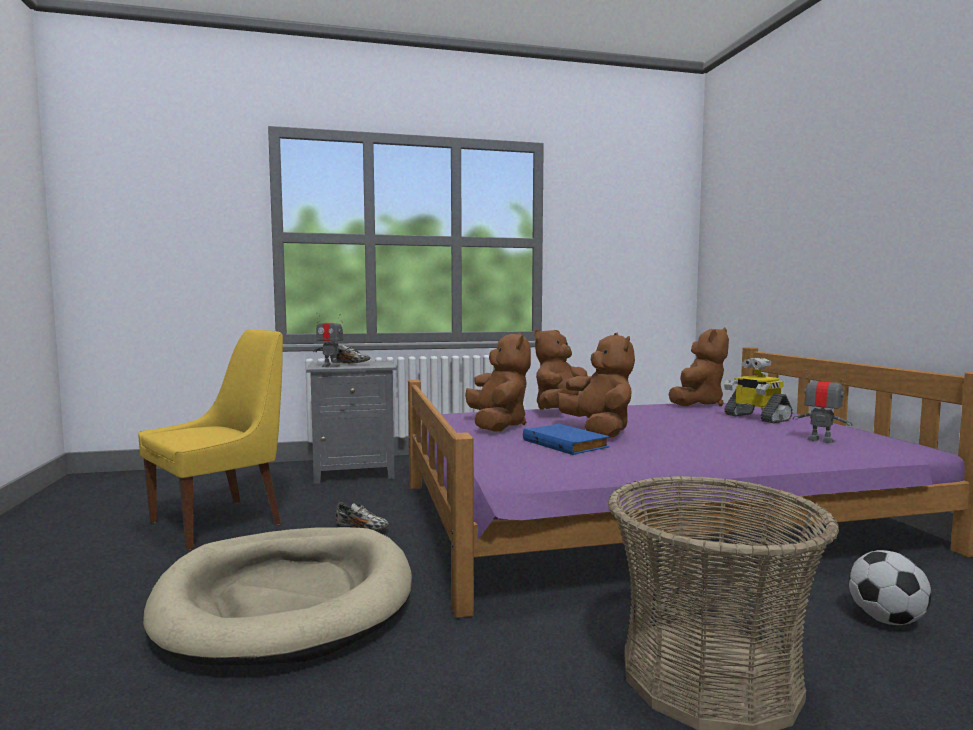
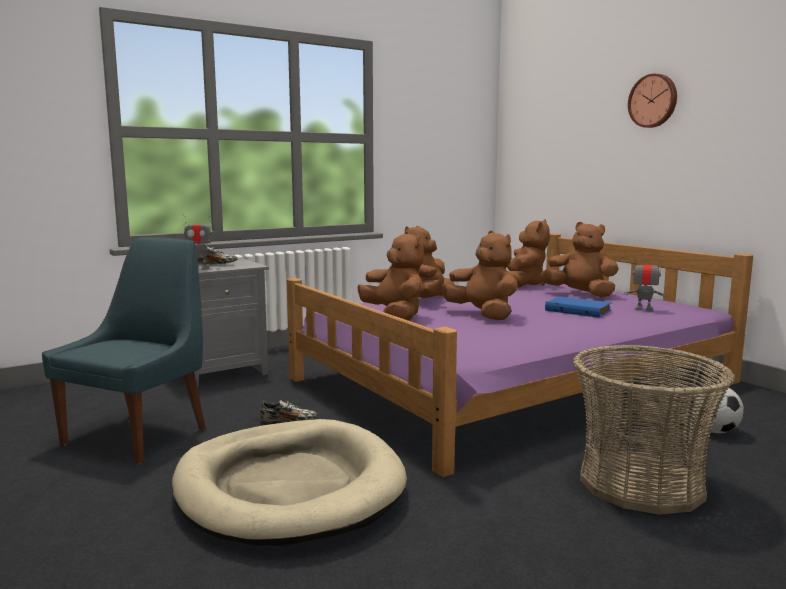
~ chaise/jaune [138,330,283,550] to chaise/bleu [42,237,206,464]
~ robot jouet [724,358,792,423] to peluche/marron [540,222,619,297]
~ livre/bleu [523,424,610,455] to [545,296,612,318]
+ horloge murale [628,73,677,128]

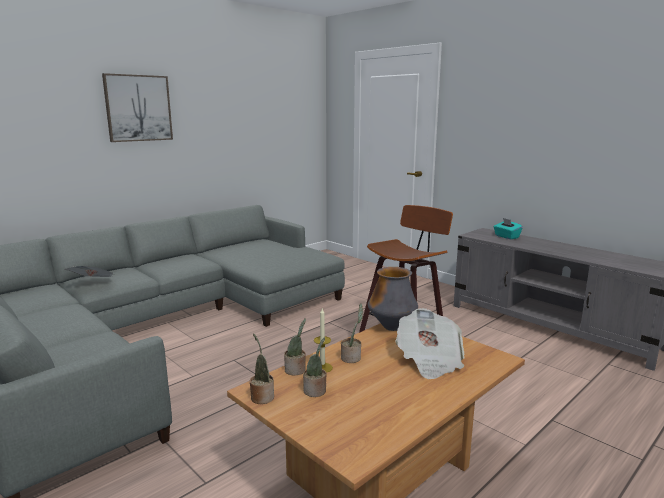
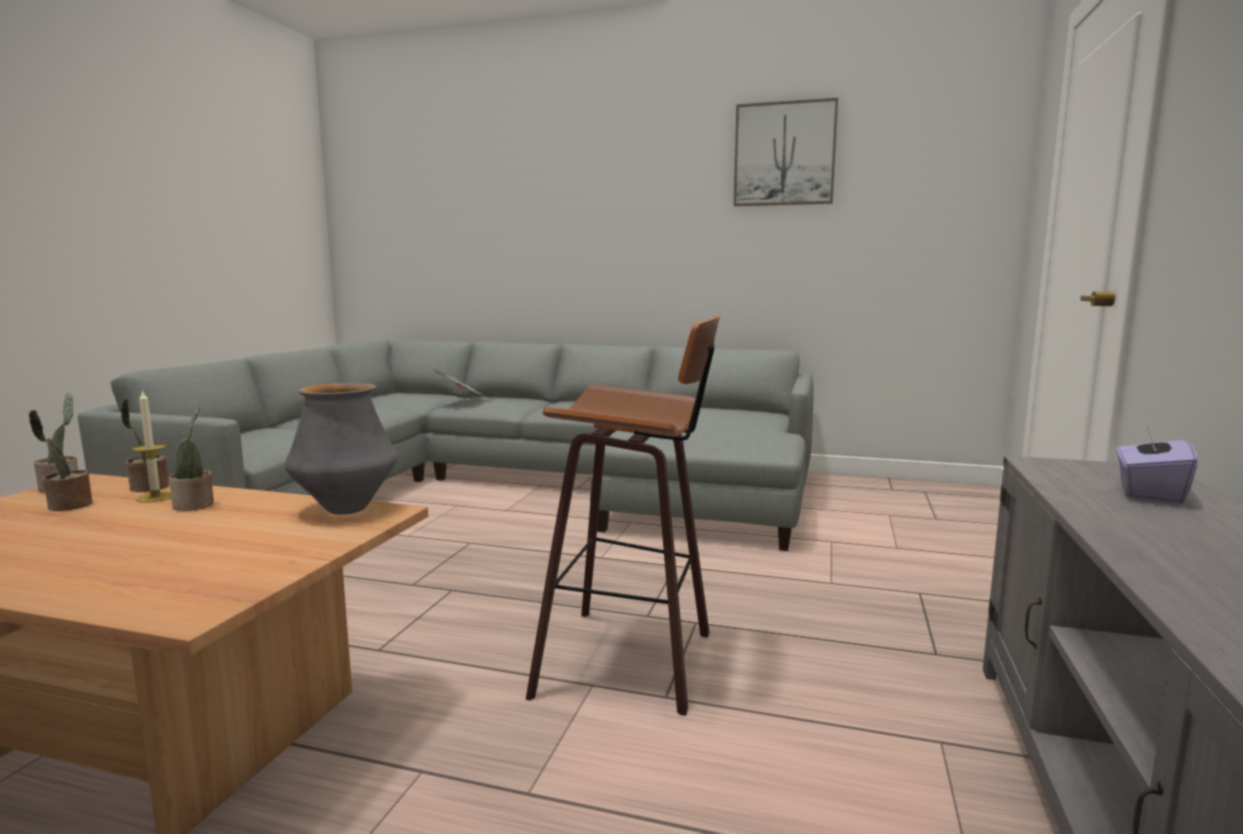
~ tableau [102,73,173,142] to [734,98,838,206]
~ boîte à mouchoirs/turquoise [494,218,523,239] to boîte à mouchoirs/violet [1117,423,1198,505]
- journal [396,308,464,379]

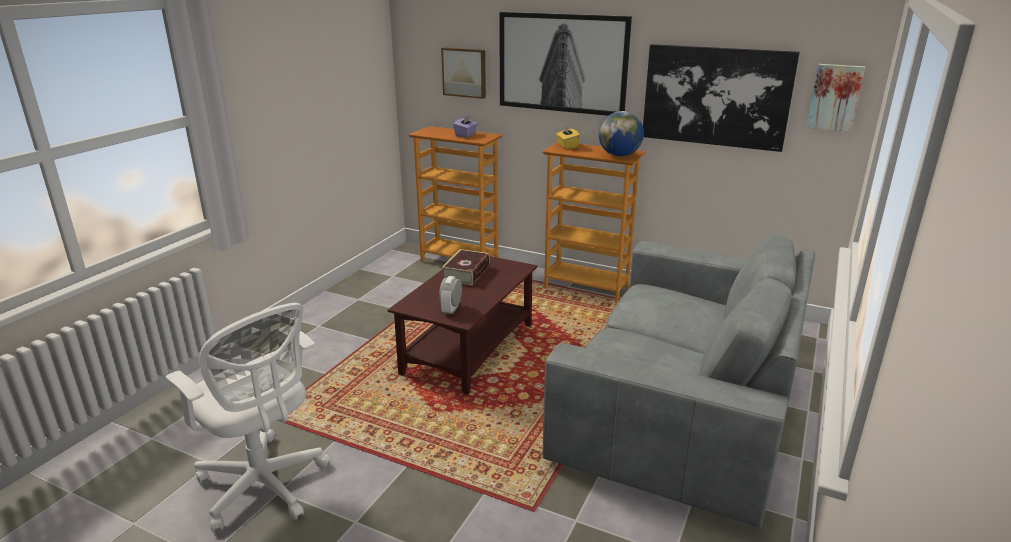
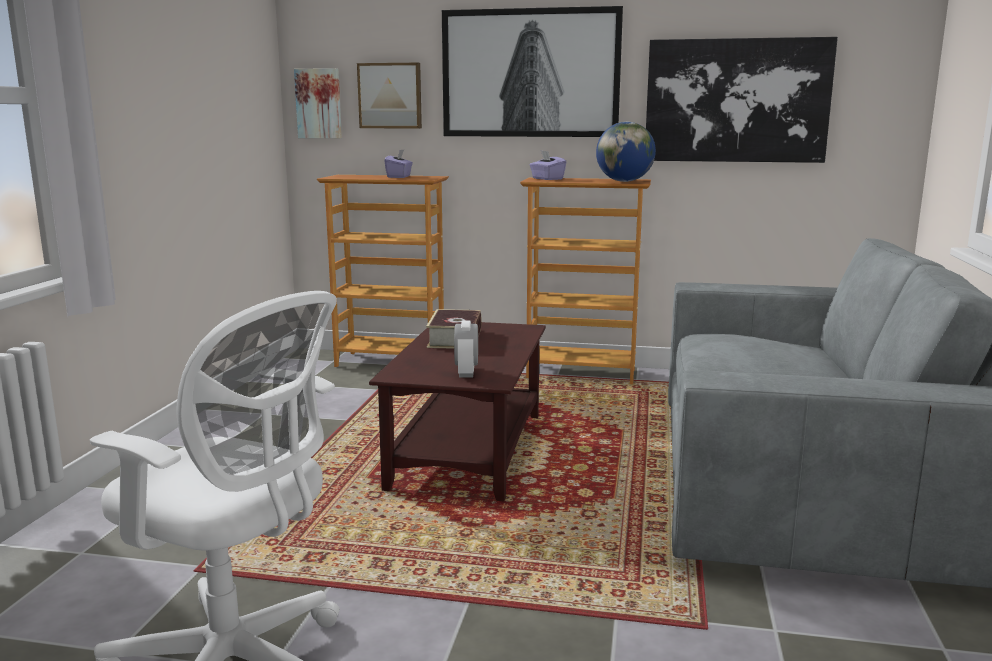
~ tableau [807,64,865,132] to [294,68,342,138]
~ boîte à mouchoirs/jaune [556,125,580,149] to boîte à mouchoirs/violet [529,151,566,180]

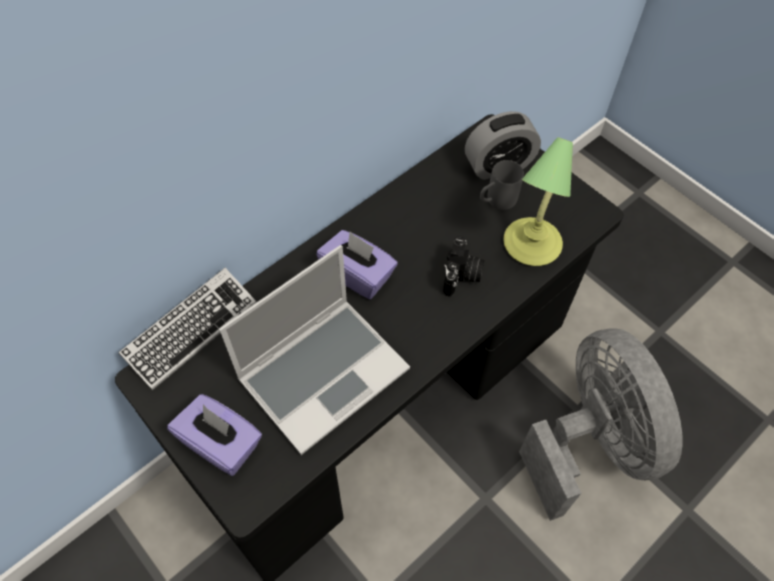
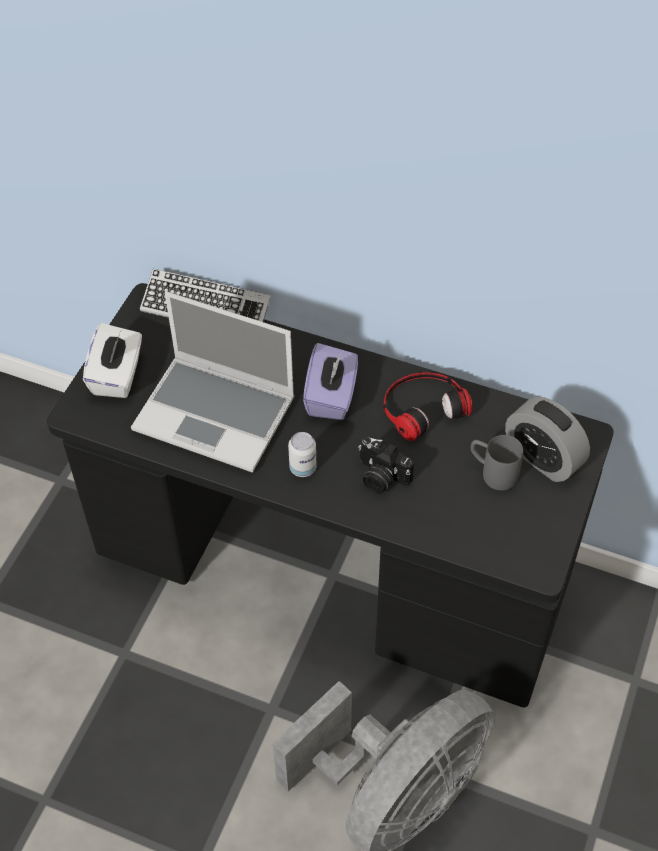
~ boîte à mouchoirs/violet [167,394,262,476] to boîte à mouchoirs/blanc [83,323,142,398]
+ boîte métallique [288,432,316,477]
~ appareil photo [443,236,484,297] = [358,437,414,494] 45 degrees clockwise
+ casque audio [383,372,473,441]
- lampe de table [503,137,573,266]

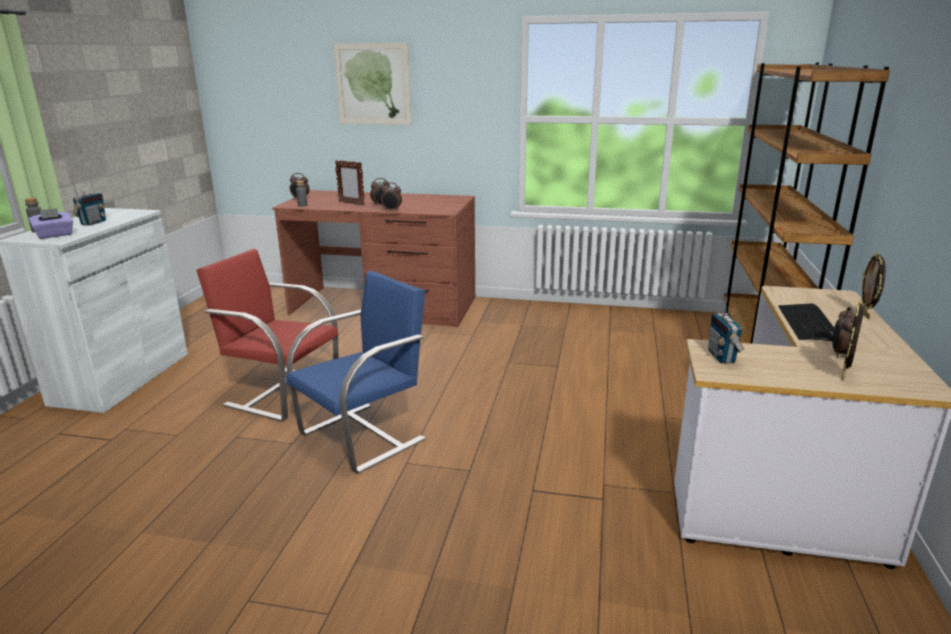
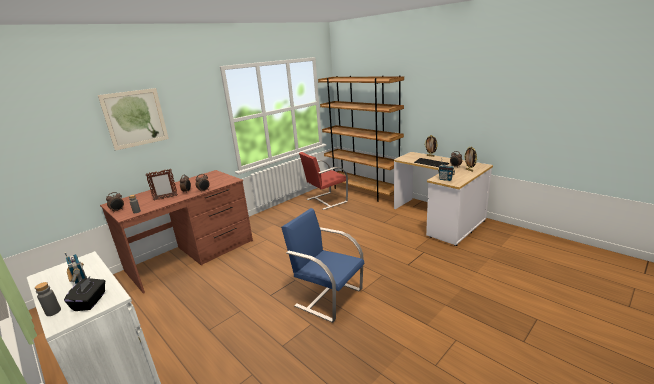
~ boîte à mouchoirs/violet [28,208,73,239] to boîte à mouchoirs/noir [64,276,105,311]
~ chaise/bleu [286,271,426,474] = [281,208,364,323] 45 degrees counterclockwise
~ chaise/rouge [196,249,339,422] to [299,152,348,210]

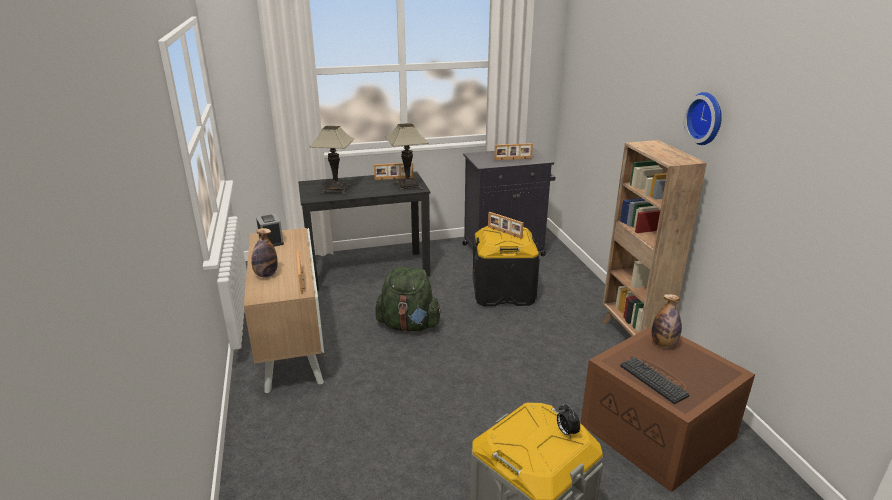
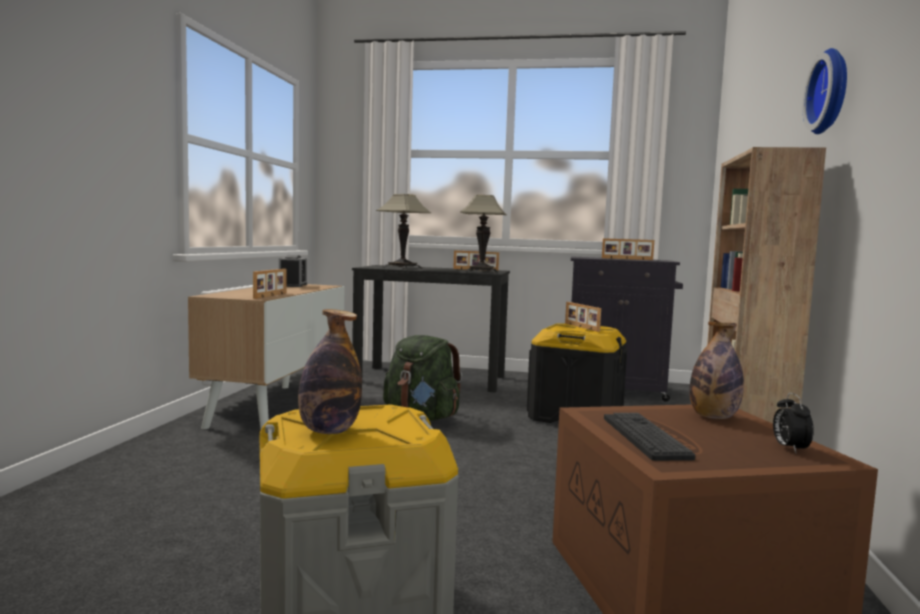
~ bouteille [251,228,278,277] to [298,309,362,434]
~ réveil [557,404,580,438] to [773,393,814,453]

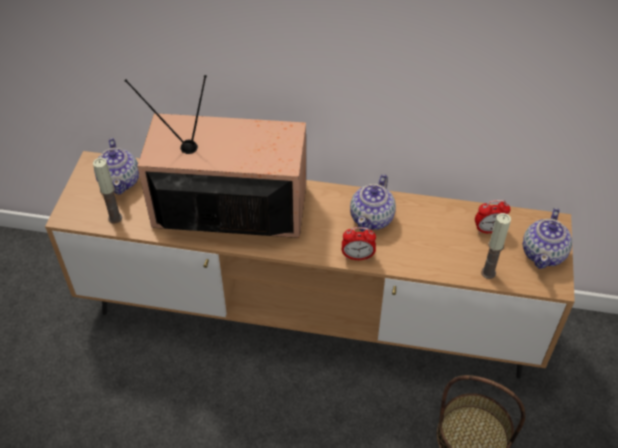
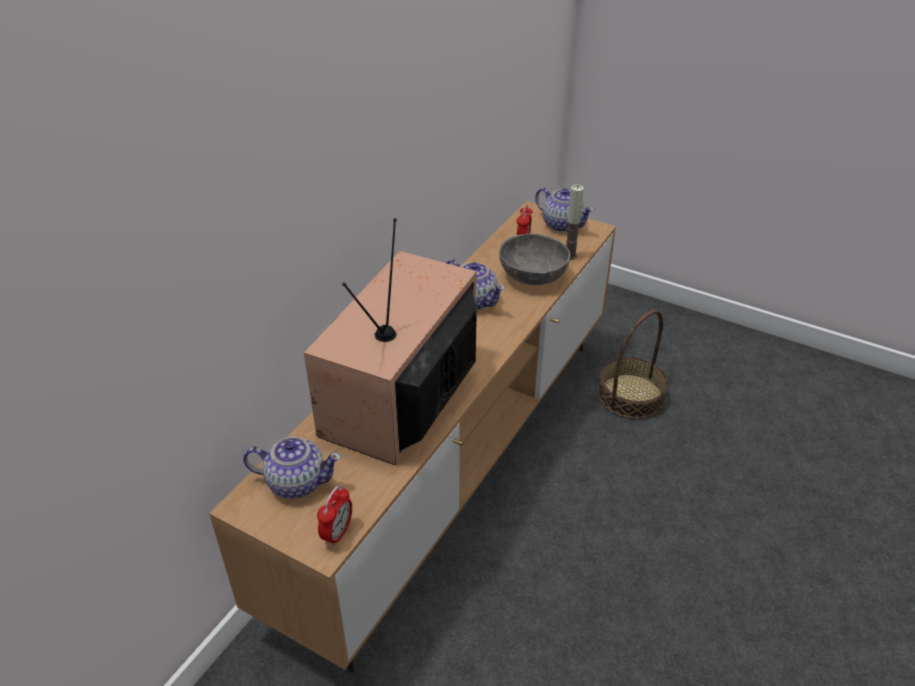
~ réveil [342,227,376,260] to [317,485,352,547]
+ bol/gris [499,234,570,285]
- bougie [93,158,122,223]

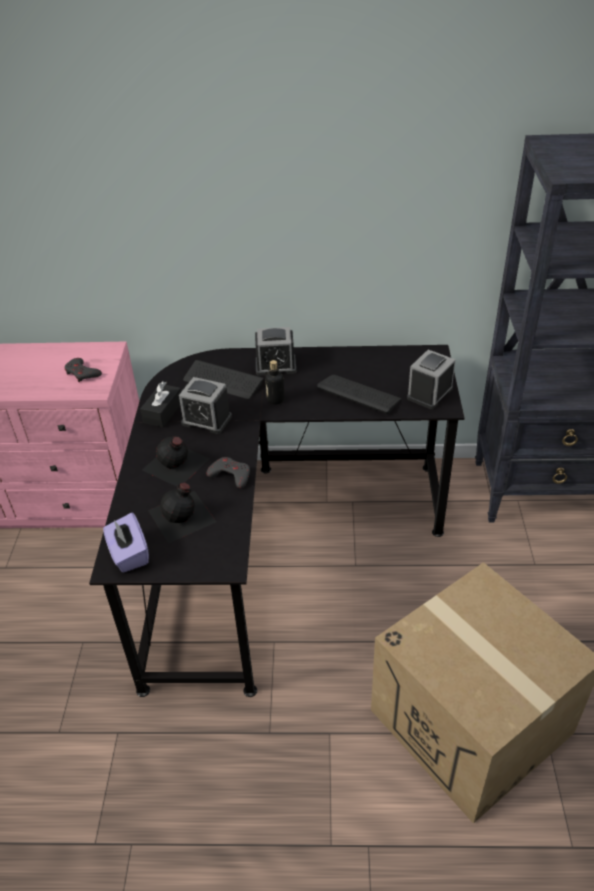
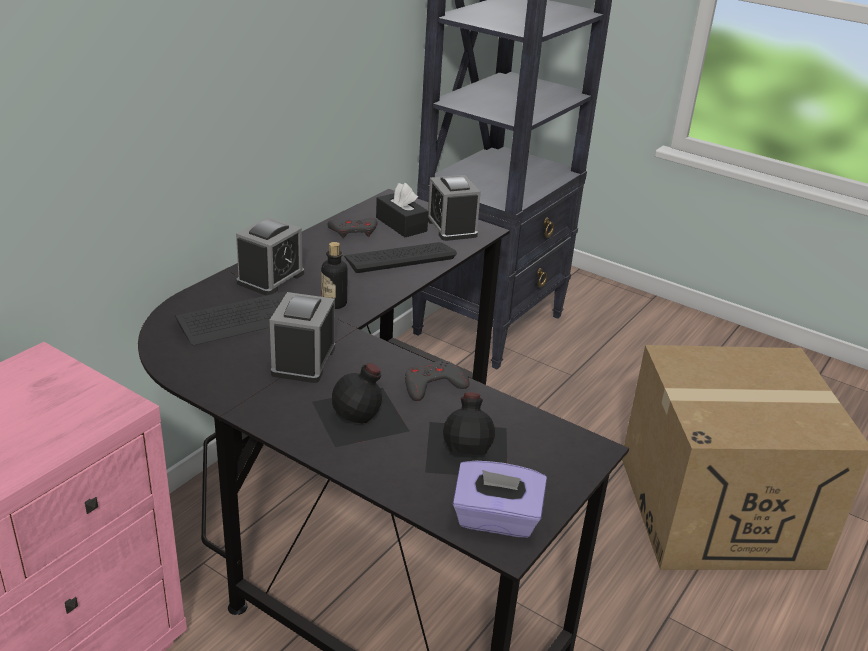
~ réveil [179,377,232,434] = [270,292,335,383] 135 degrees clockwise
~ manette/gris [65,358,102,382] to [328,218,378,239]
~ boîte à mouchoirs/noir [140,381,181,427] to [376,183,429,237]

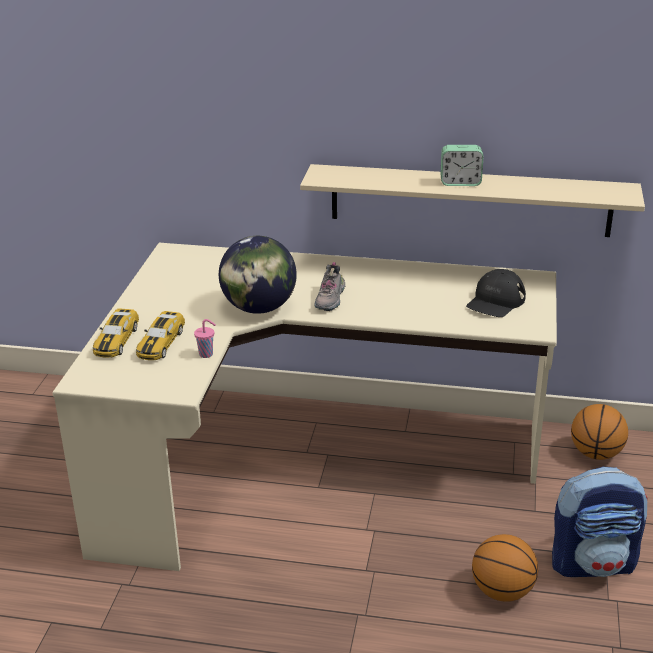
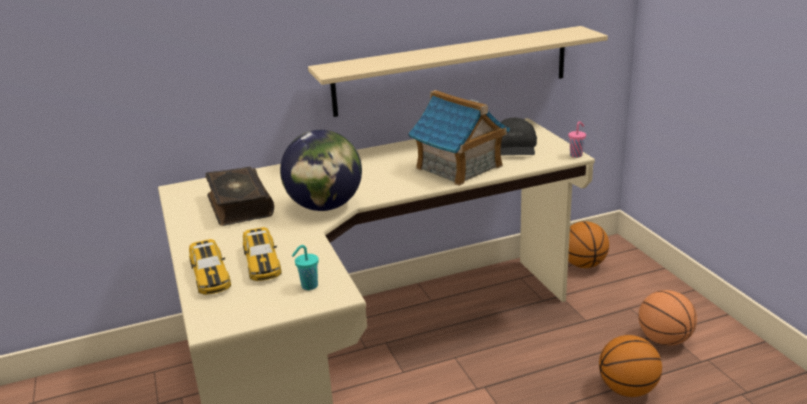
+ livre [205,167,274,226]
+ tasse/turquoise [292,245,319,290]
+ maison miniature [408,90,510,186]
~ tasse/rose [194,319,216,358] to [568,121,586,158]
~ sac à dos [552,467,648,577] to ballon de basket [638,290,697,345]
- chaussure [314,262,345,311]
- réveil [441,145,483,186]

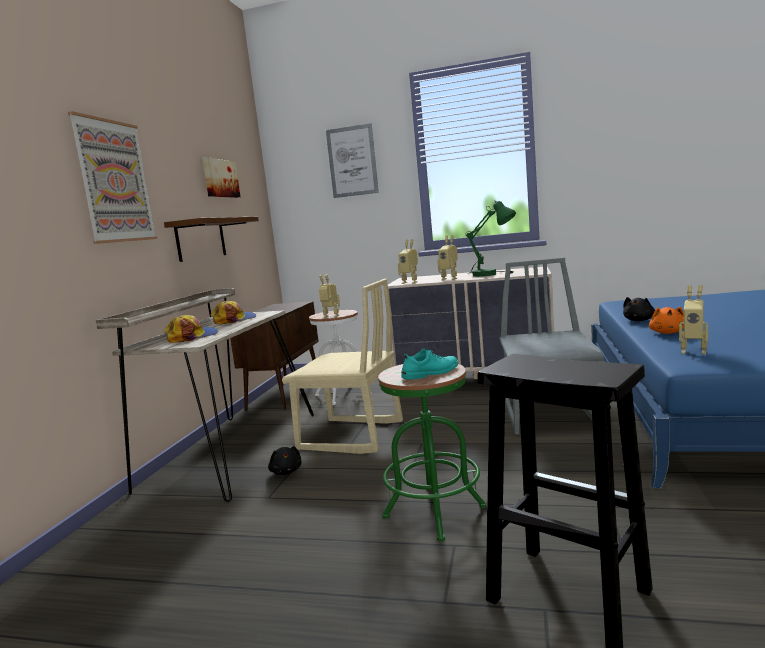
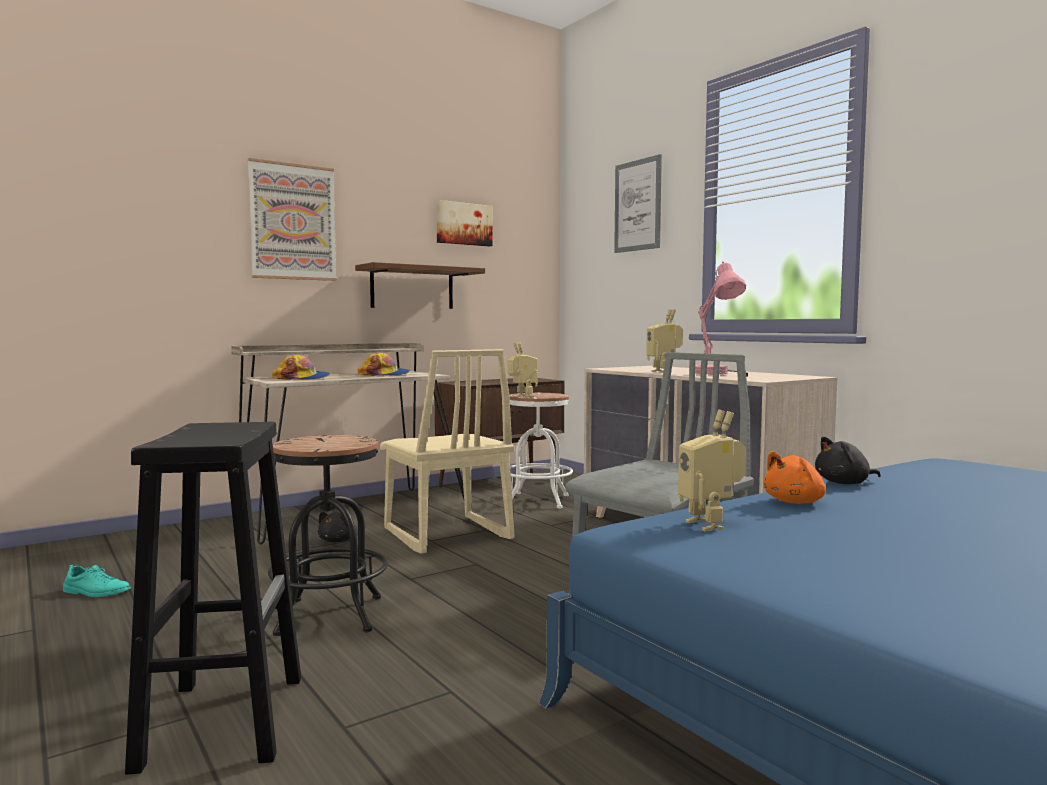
~ chaussure/turquoise [401,349,458,380] to [63,565,131,597]
~ tabouret/vert [378,364,487,542] to tabouret/noir [268,435,388,636]
~ lampe de table/vert [466,201,516,277] to lampe de table/rose [695,262,748,376]
- robot jouet [398,239,418,284]

